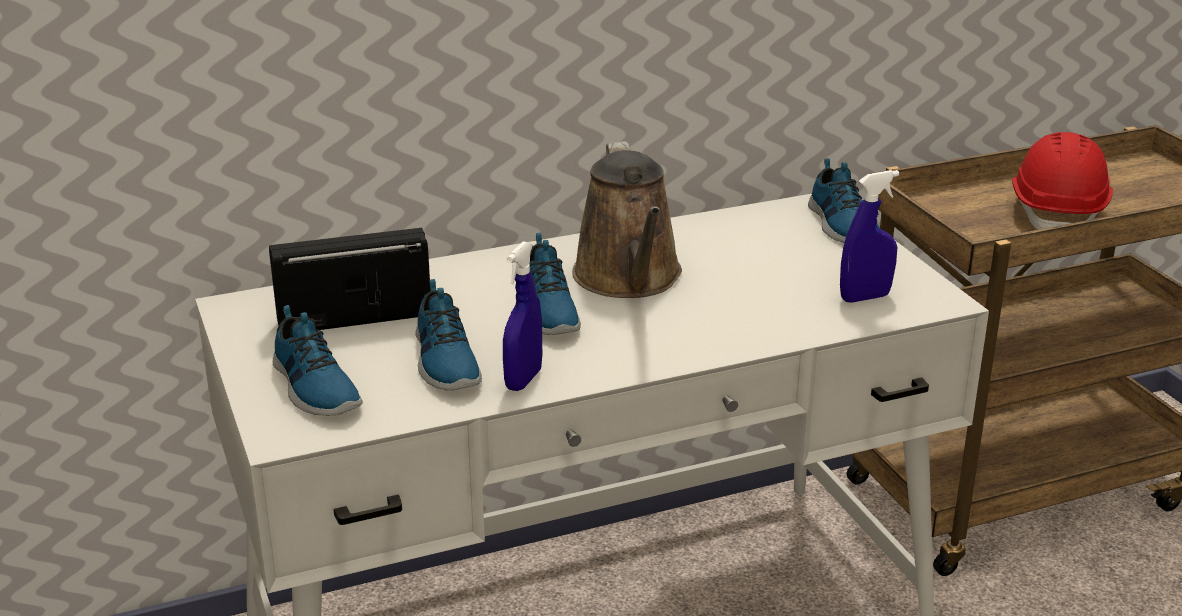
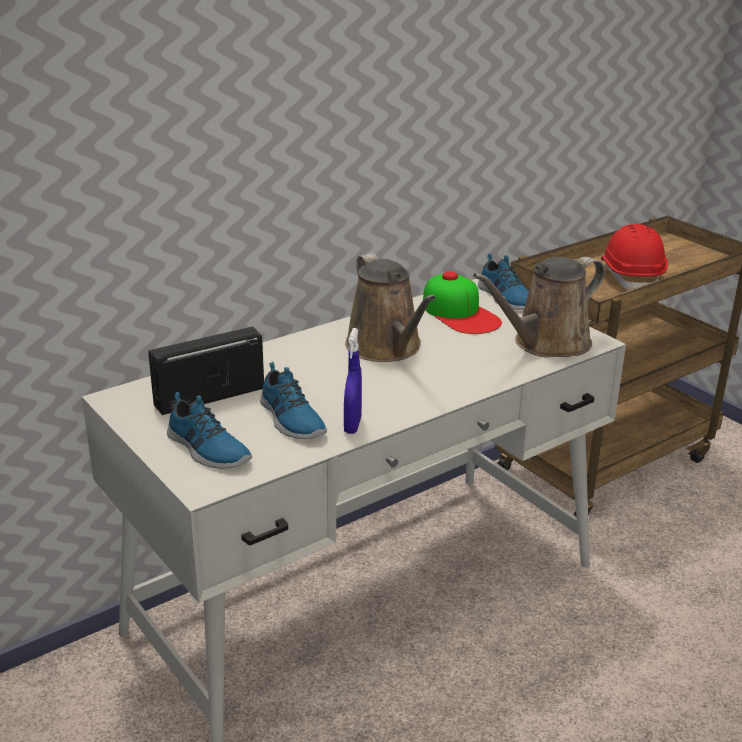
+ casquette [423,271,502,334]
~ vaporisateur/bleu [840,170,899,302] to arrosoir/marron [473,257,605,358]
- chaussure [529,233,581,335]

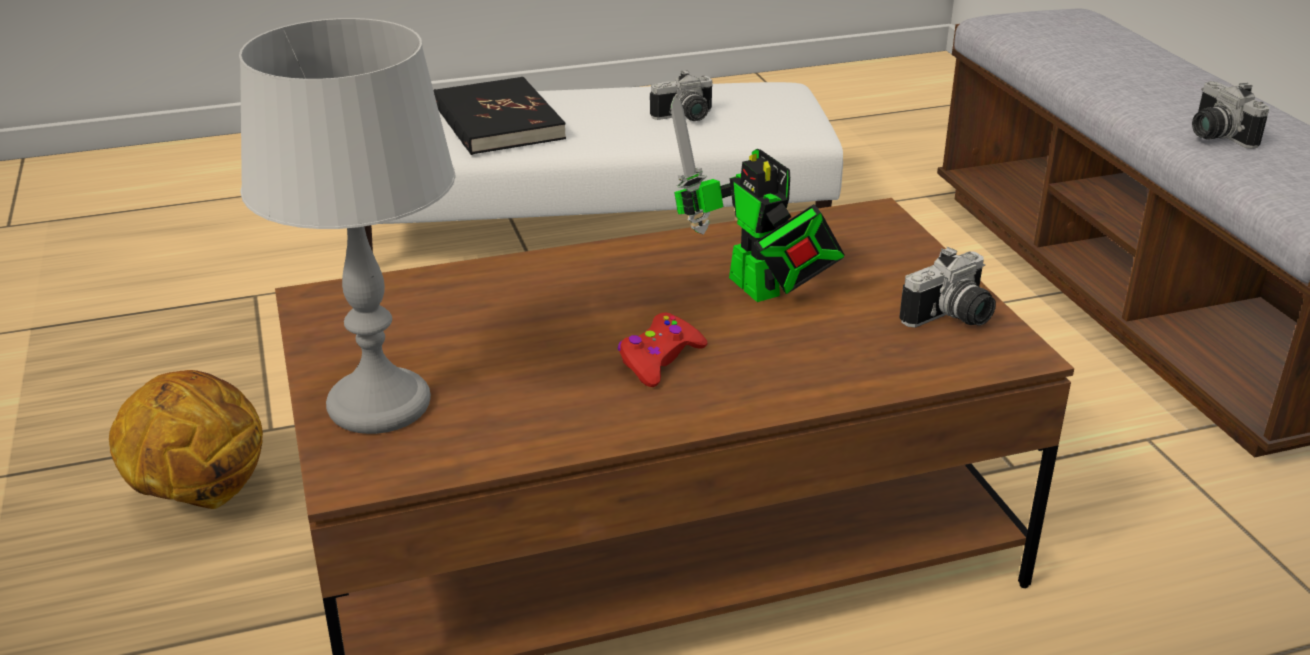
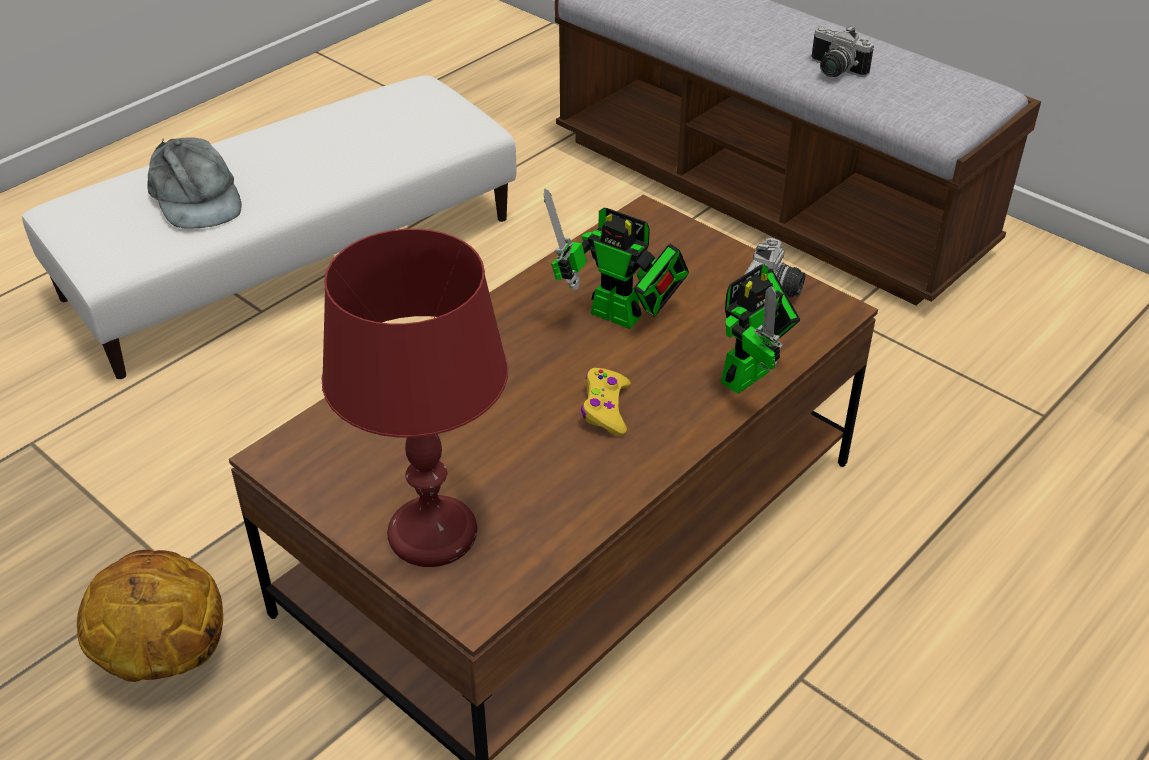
~ livre/noir [434,77,566,155] to casquette/gris [147,137,241,229]
~ lampe de table/gris [239,18,456,434] to lampe de table/rouge [322,229,508,567]
~ manette/rouge [618,313,707,387] to manette/jaune [581,368,631,436]
+ robot jouet [721,264,800,394]
- appareil photo [650,70,713,121]

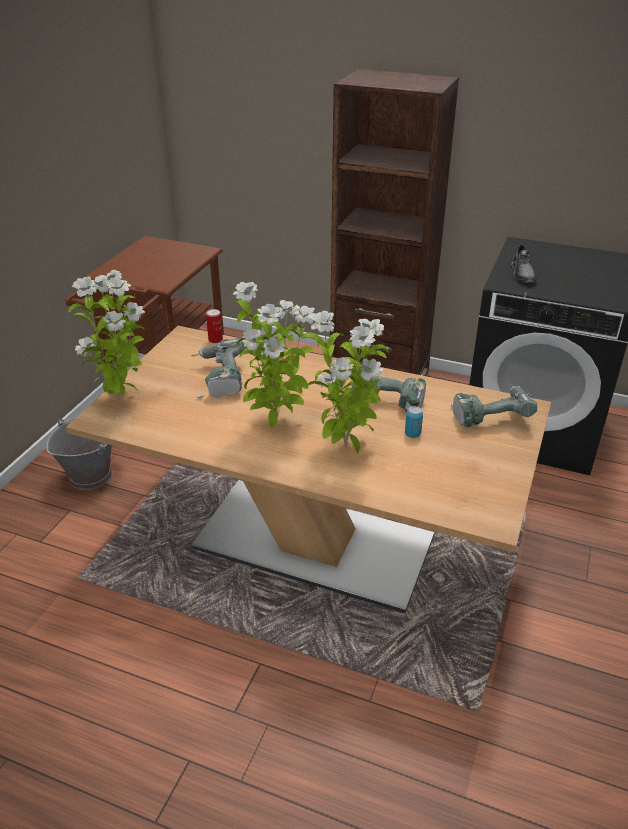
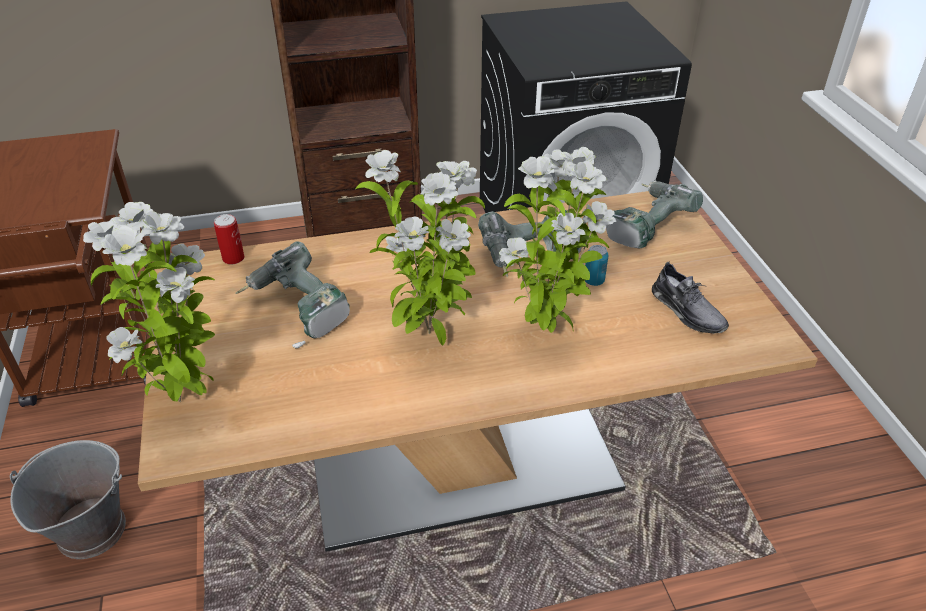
~ chaussure/gris [511,244,537,282] to [652,262,729,334]

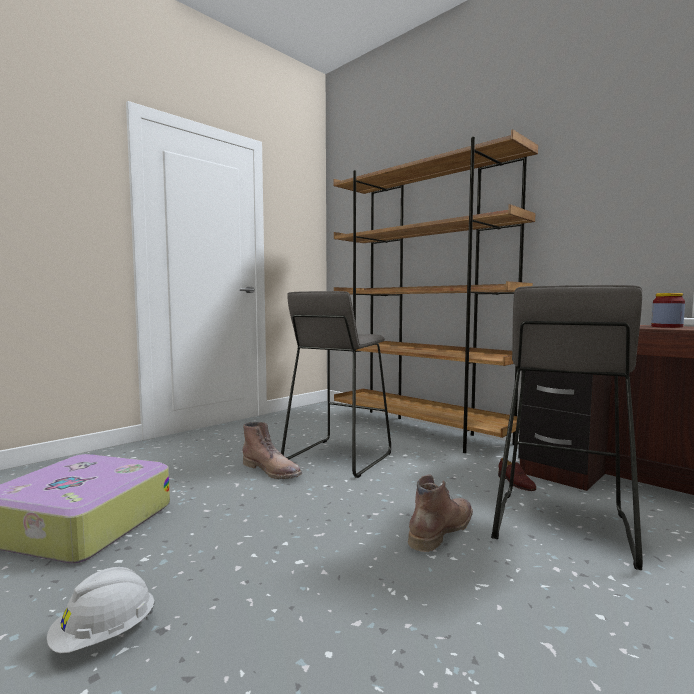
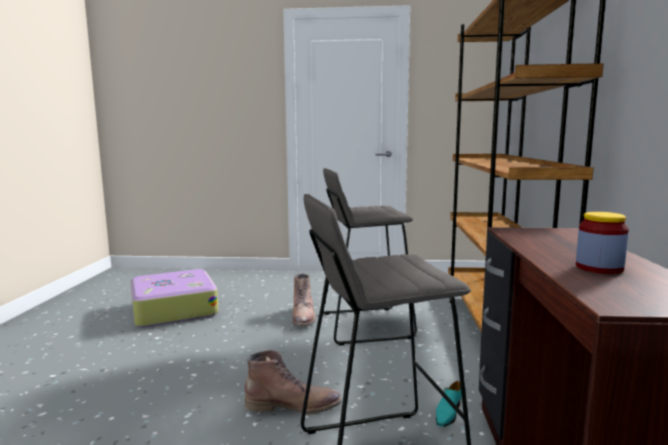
~ chaussure/marron [498,458,537,491] to chaussure/turquoise [436,381,462,427]
- casque de chantier/blanc [47,567,155,653]

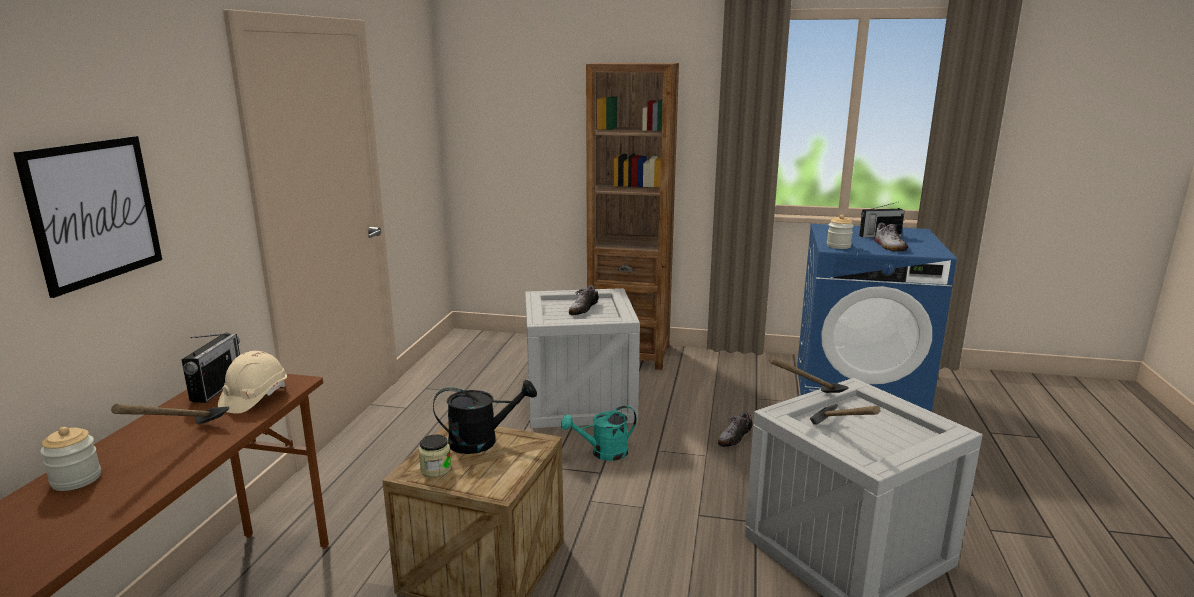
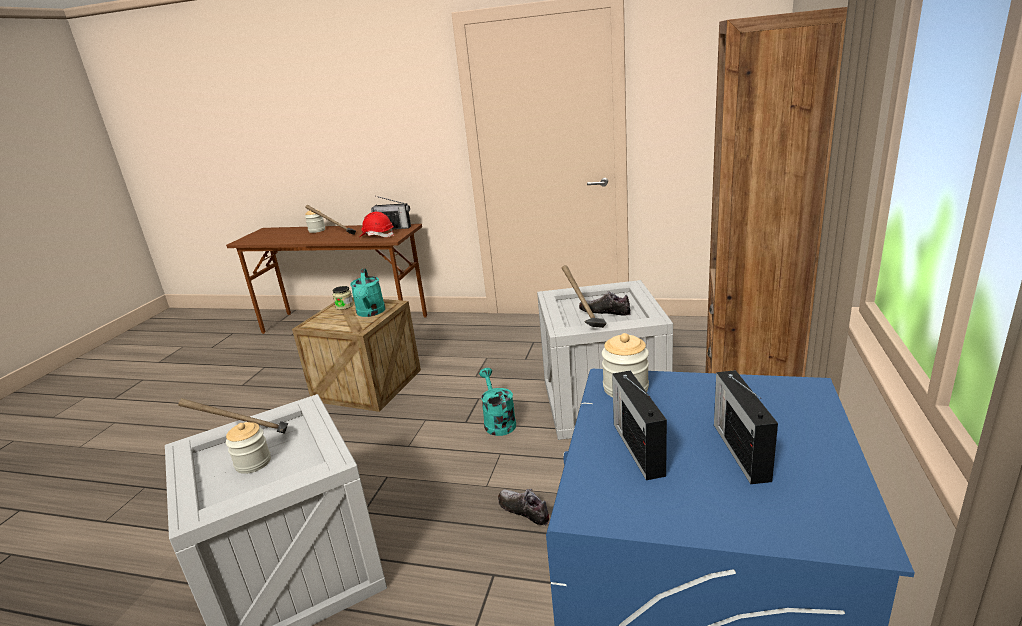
+ bocal [226,422,271,474]
~ arrosoir/noir [433,380,537,454] to arrosoir/turquoise [350,268,385,317]
~ casque de chantier/beige [218,351,287,414] to casque de chantier/rouge [360,212,394,237]
~ marteau [768,356,849,393] to [562,265,607,328]
~ chaussure [874,223,908,252] to radio [612,371,667,480]
- tableau [13,136,162,298]

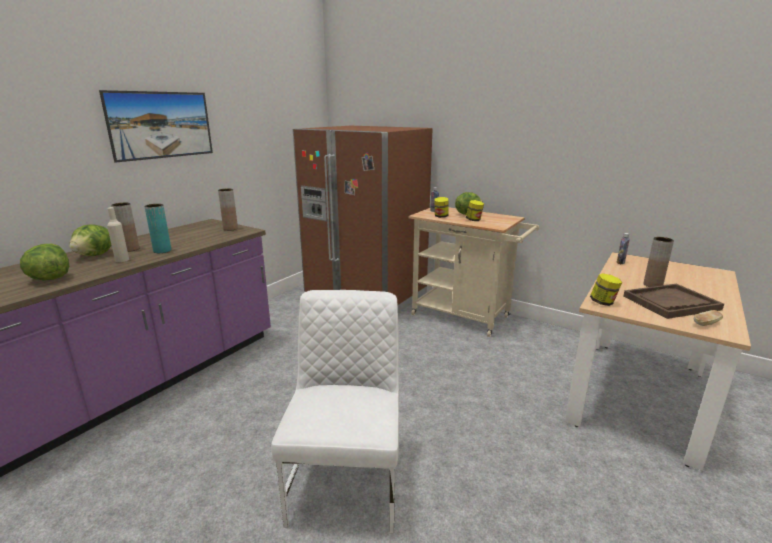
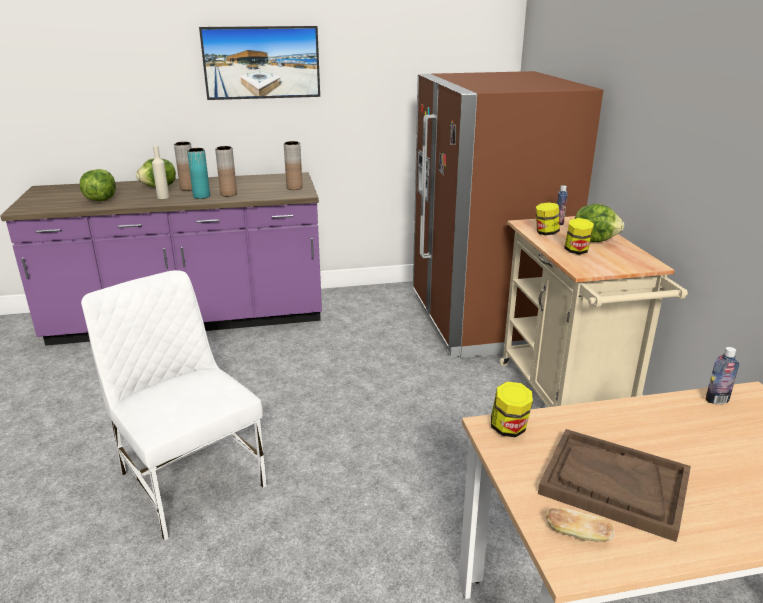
~ chaise/blanc [271,290,399,534] = [81,270,267,541] 90 degrees counterclockwise
~ vase/marron [643,237,674,287] to [215,146,237,197]

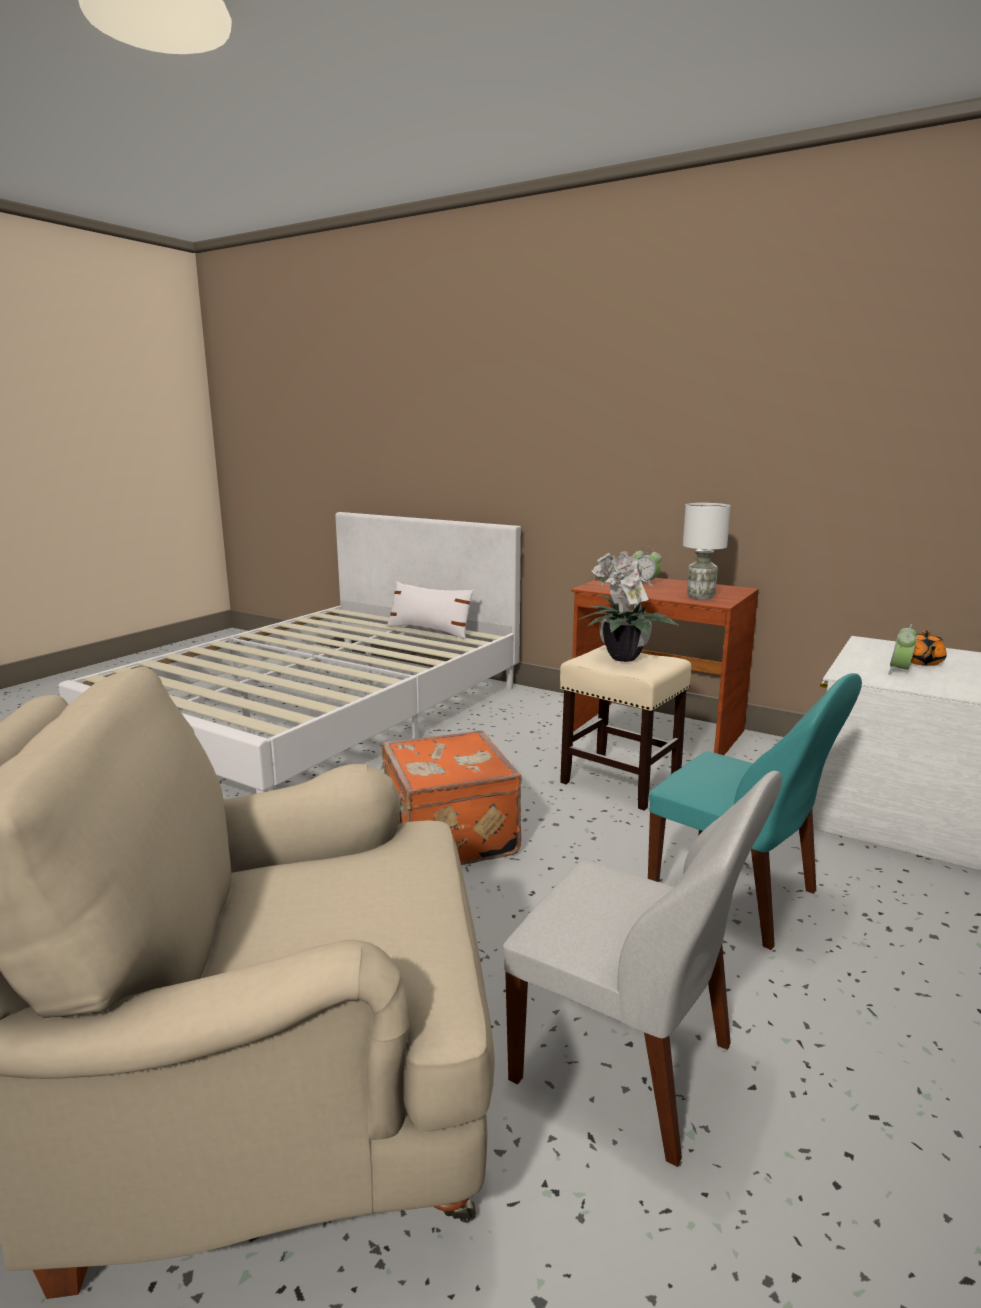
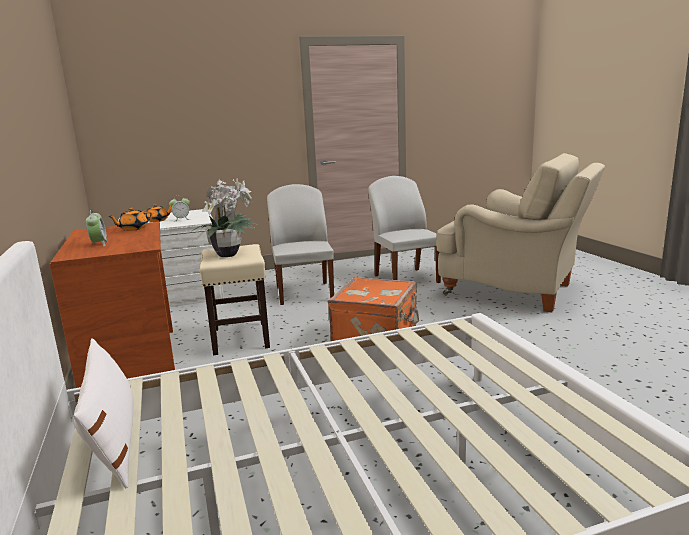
~ lampe de table/blanc [683,503,731,599] to théière/orange [108,208,153,231]
~ chaise/turquoise [648,673,862,950] to chaise/blanc [267,184,334,305]

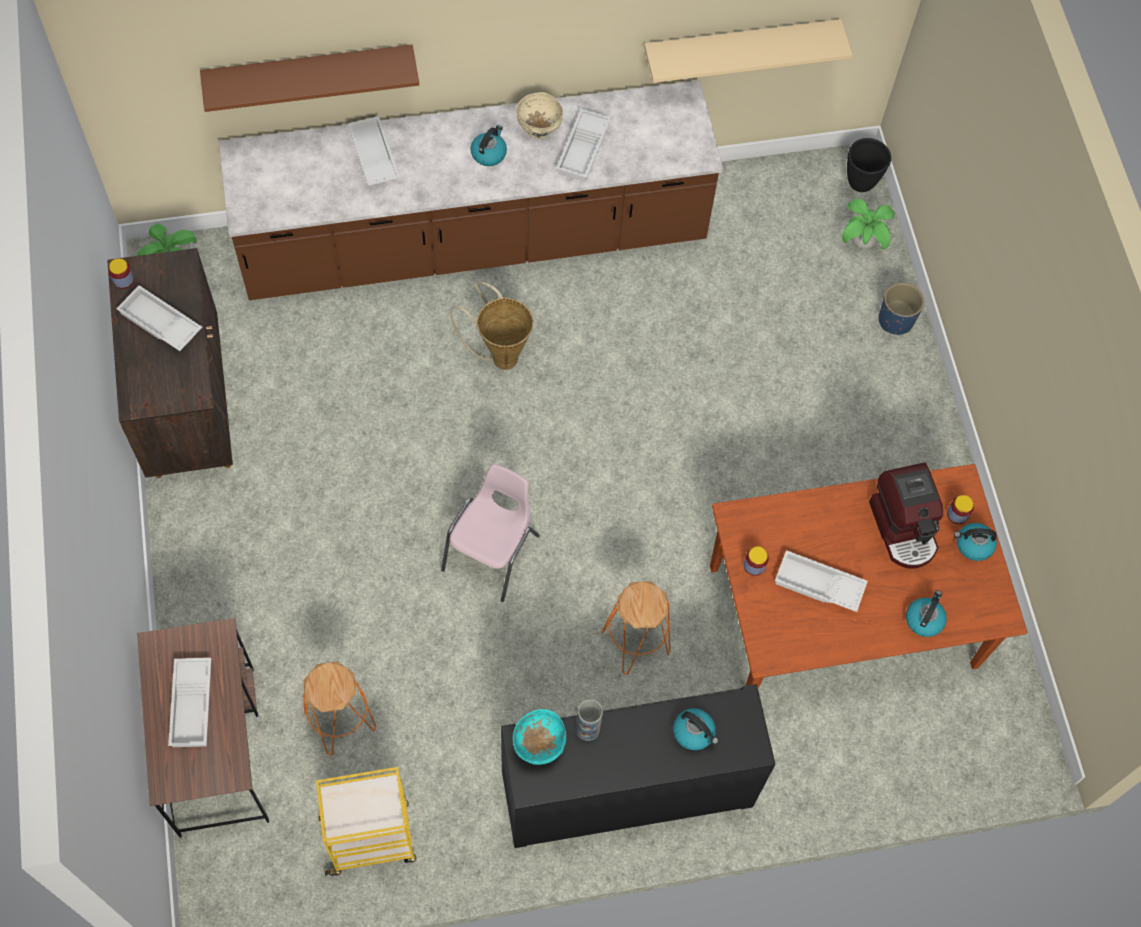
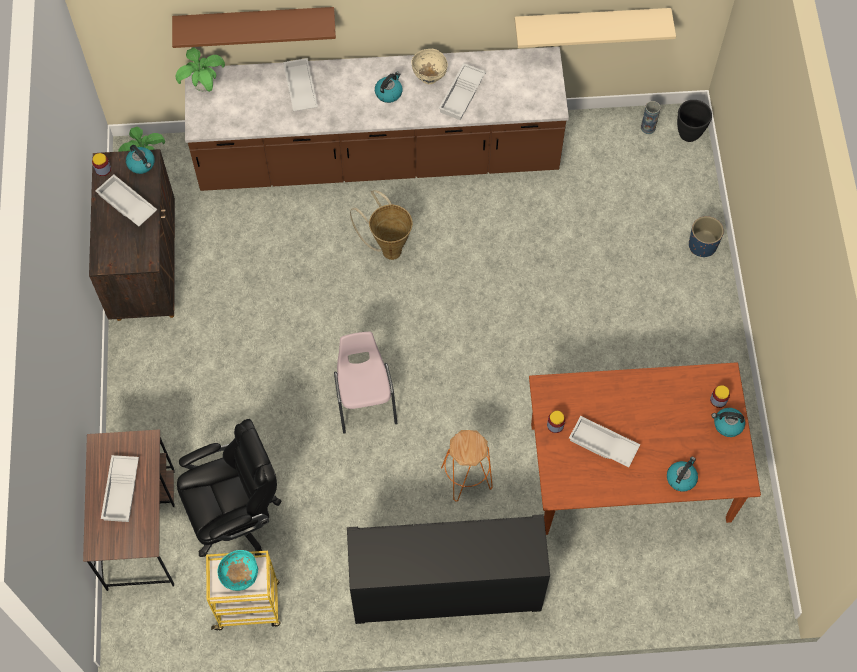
~ bouilloire [673,708,718,750] to [126,145,155,174]
~ plante en pot [842,198,895,250] to [175,48,225,92]
~ tabouret/orange [303,661,376,755] to chaise de bureau/noir [177,419,282,557]
~ bol/turquoise [513,709,566,765] to [218,550,258,591]
~ chaise/rose [441,463,540,602] = [334,332,397,434] 45 degrees counterclockwise
~ vase [576,699,603,741] to [641,101,661,134]
- machine à café [869,462,943,569]

